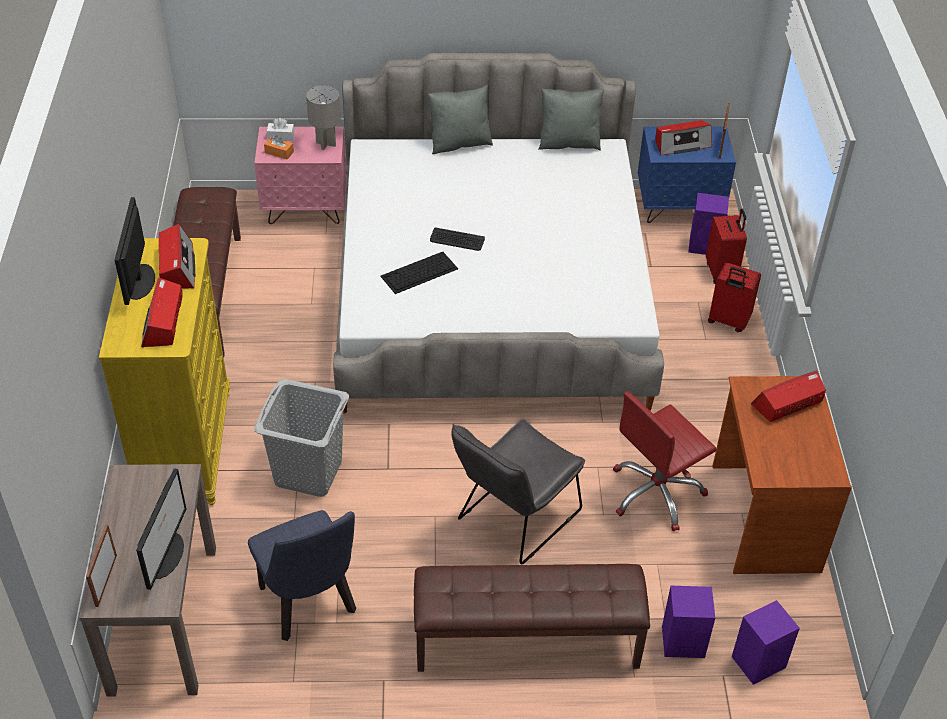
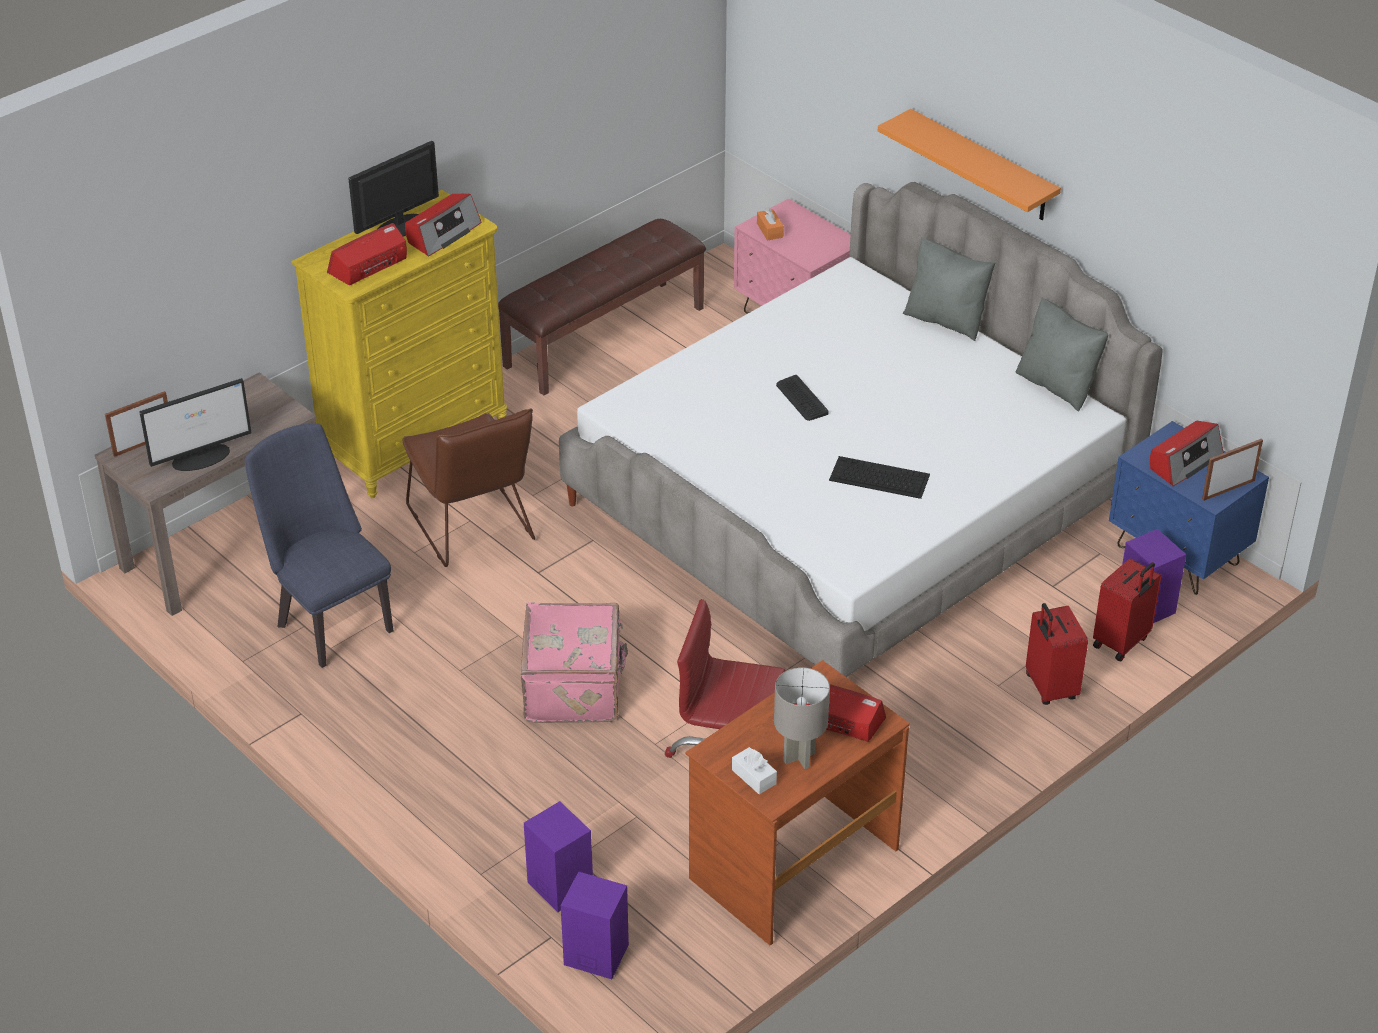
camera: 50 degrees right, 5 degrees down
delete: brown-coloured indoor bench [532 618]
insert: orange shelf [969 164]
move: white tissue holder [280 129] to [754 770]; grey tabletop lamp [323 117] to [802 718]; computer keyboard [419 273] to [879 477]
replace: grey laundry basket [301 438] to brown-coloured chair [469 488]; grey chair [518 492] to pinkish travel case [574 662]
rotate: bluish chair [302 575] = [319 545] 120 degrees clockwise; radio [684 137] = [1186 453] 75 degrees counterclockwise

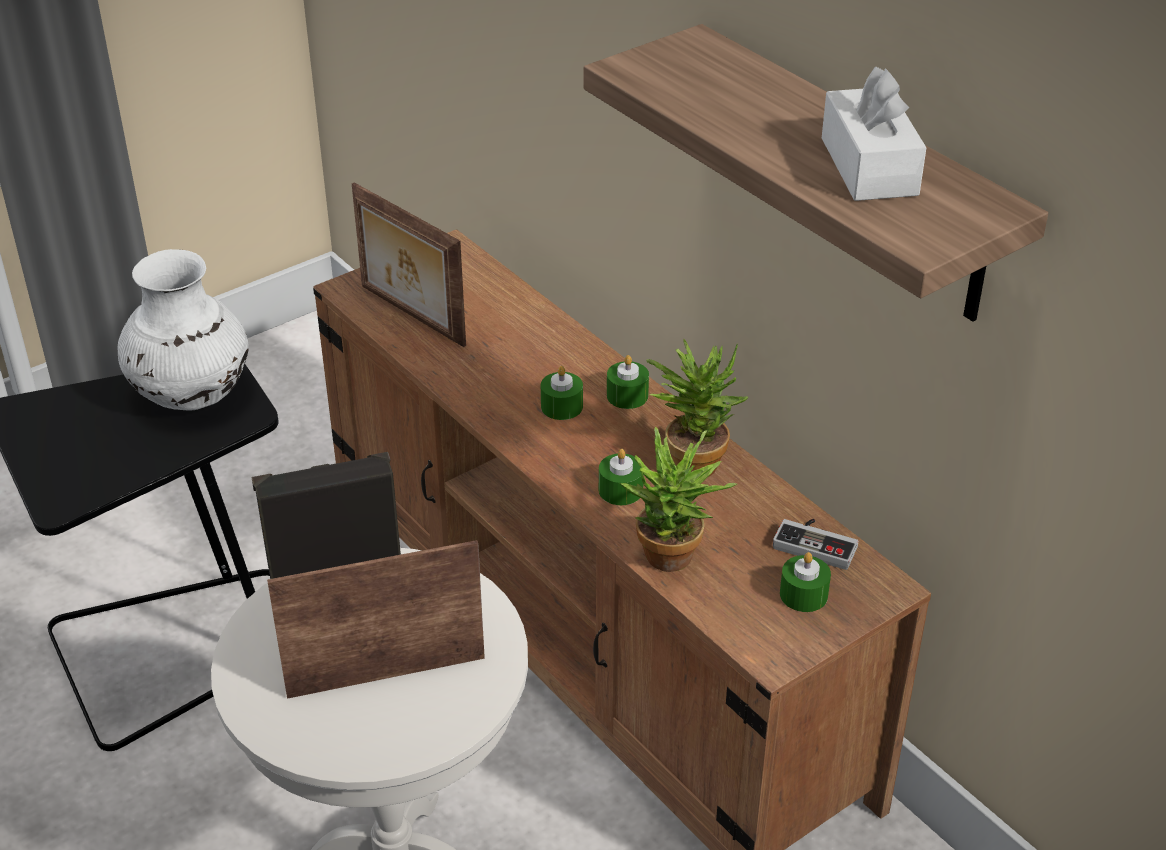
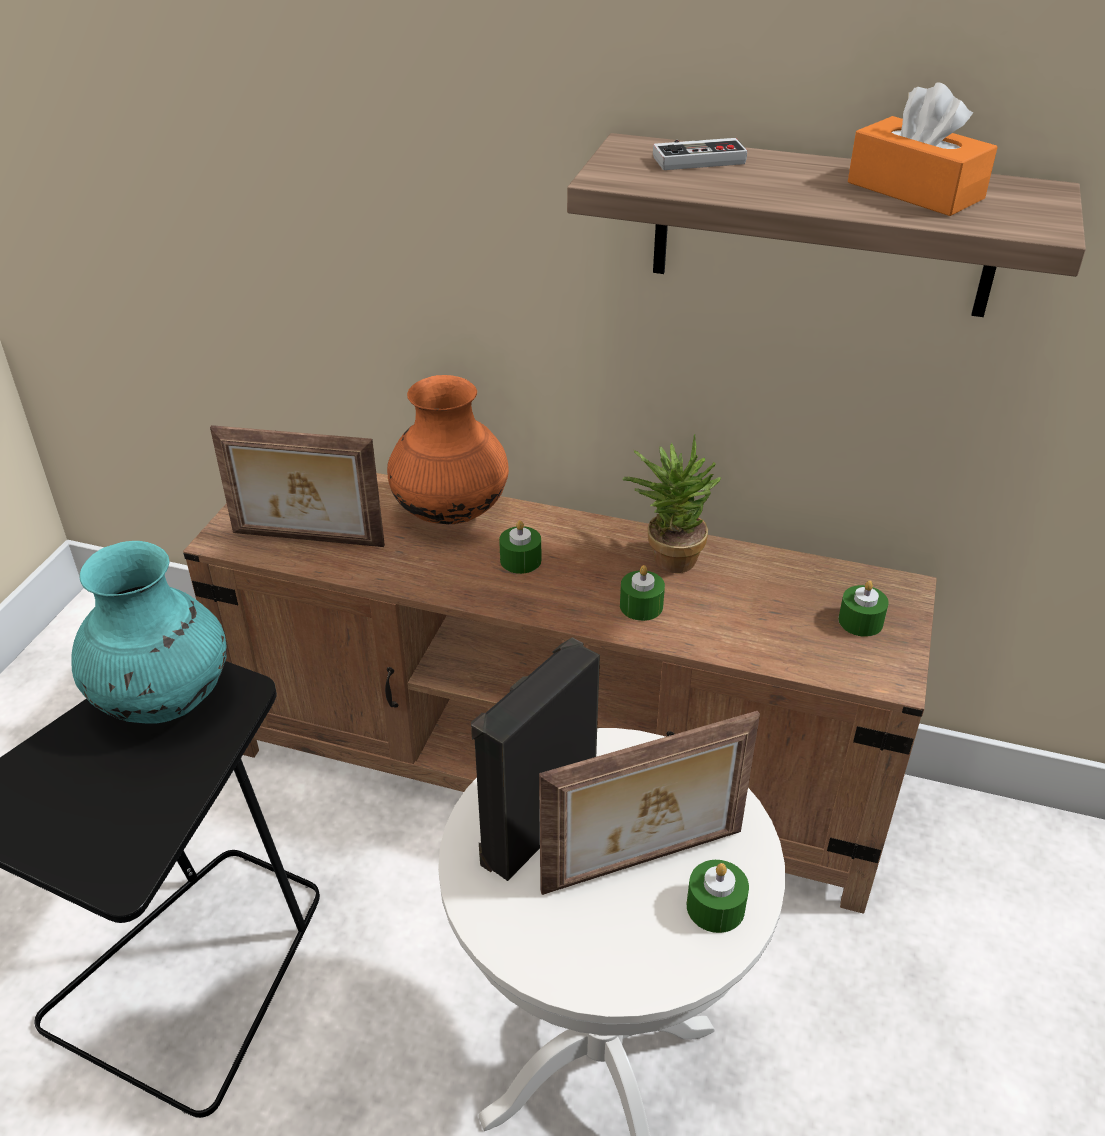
camera: 35 degrees left, 0 degrees up
delete: potted plant [678 499]
insert: orange flower vase [448 449]
move: green-coloured wax light [628 382] to [718 896]; gamepad [815 544] to [700 154]
recolor: white flower vase [183 329] to turquoise flower vase [149 632]; white tissue holder [874 134] to orange tissue holder [923 149]
rotate: photo frame [376 619] = [649 803] 150 degrees counterclockwise

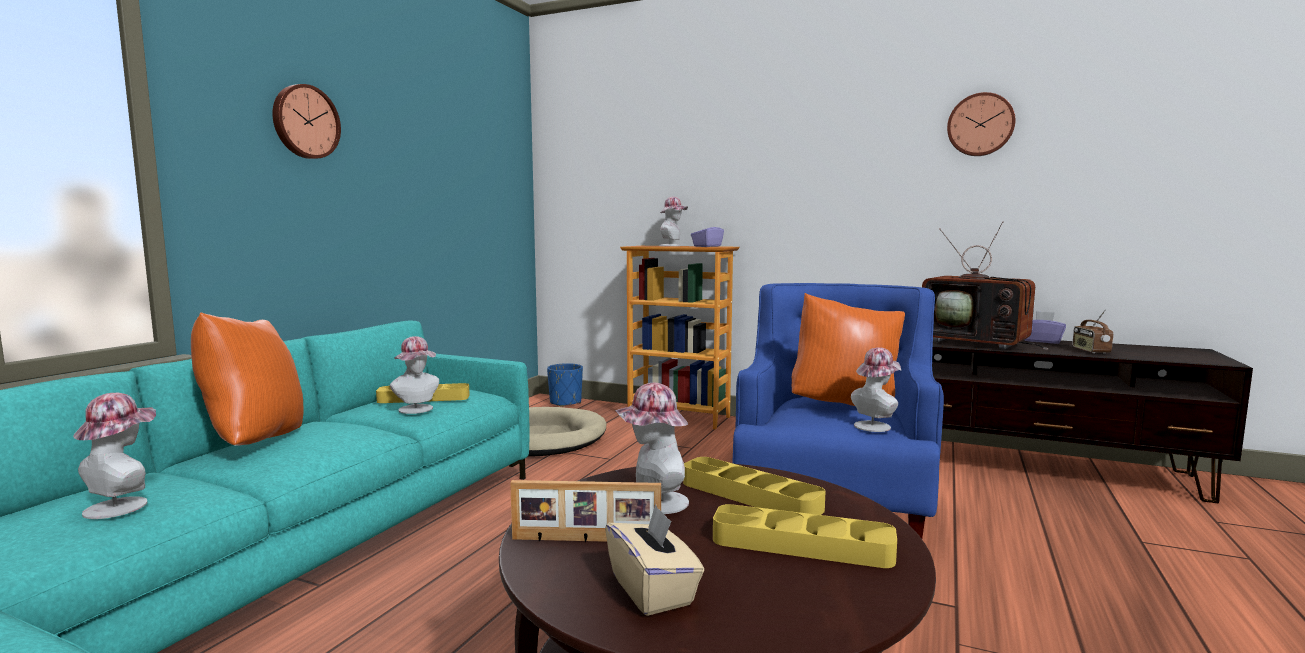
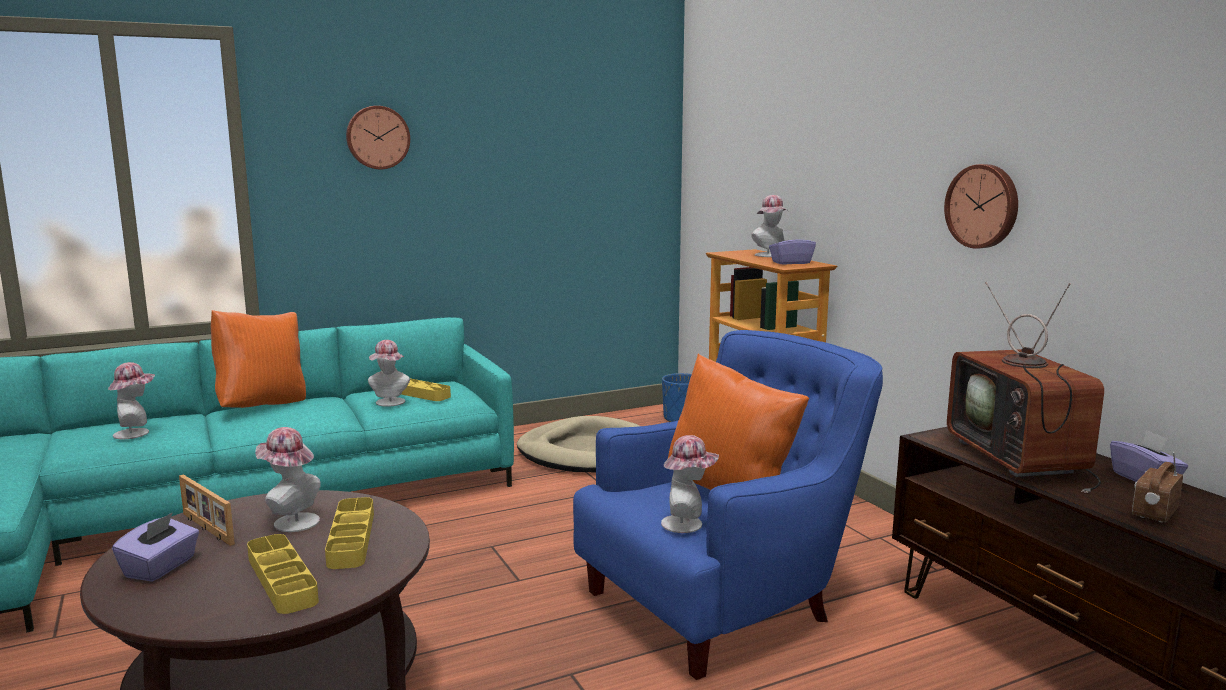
camera: 40 degrees right, 5 degrees up
move: hanging clock [981 124] to [981 206]
recolor: sand-coloured tissue holder [654 560] to purplish tissue holder [155 547]

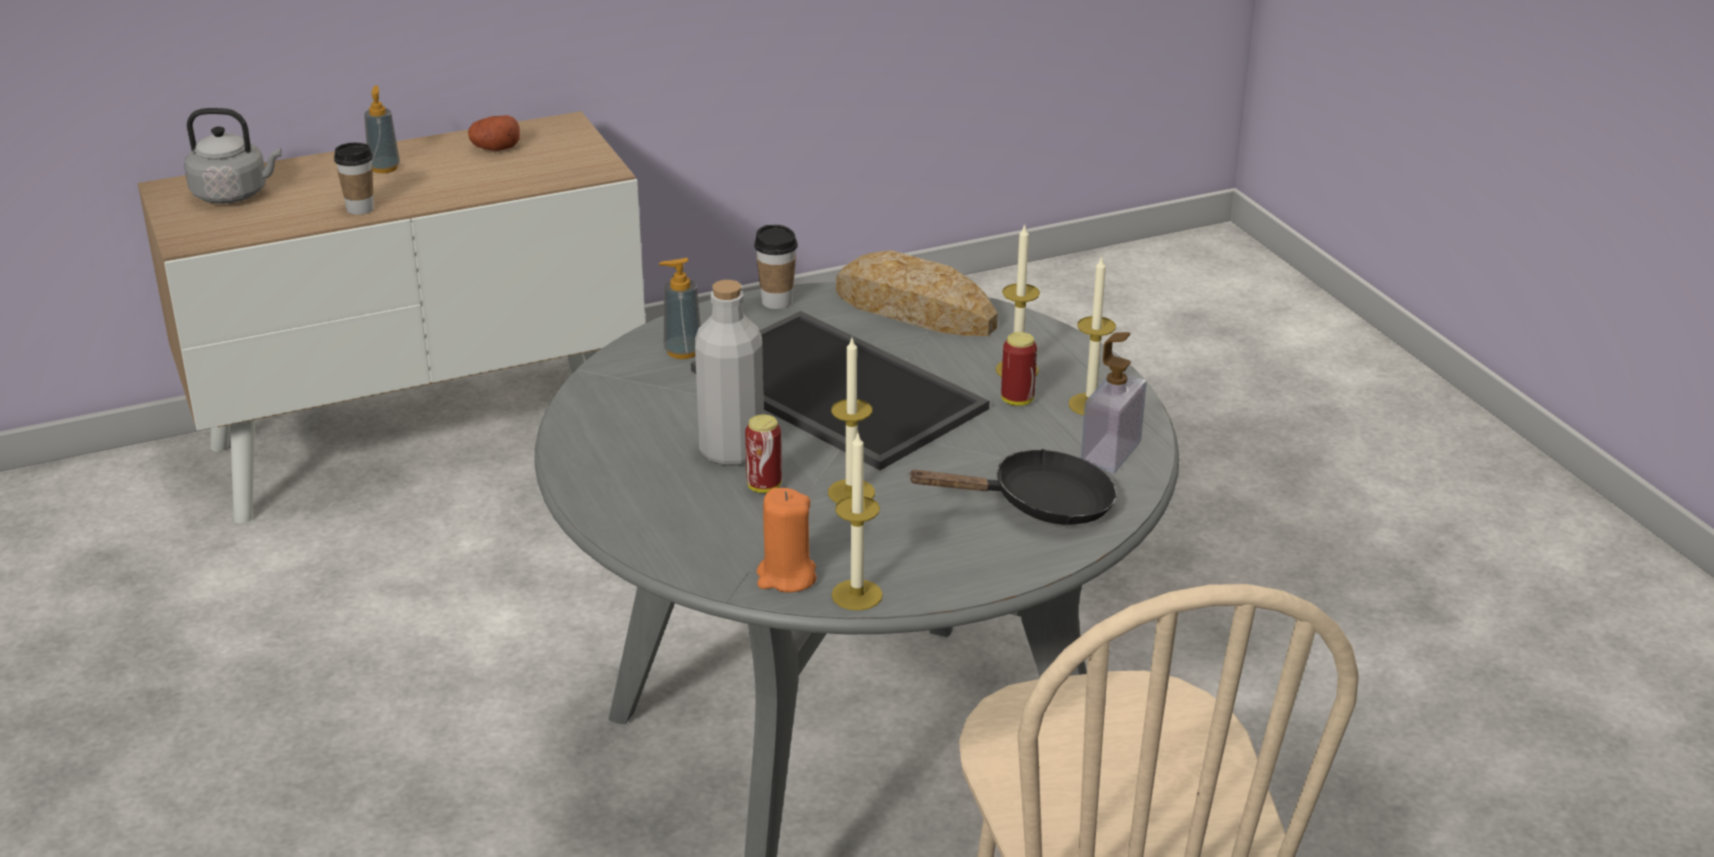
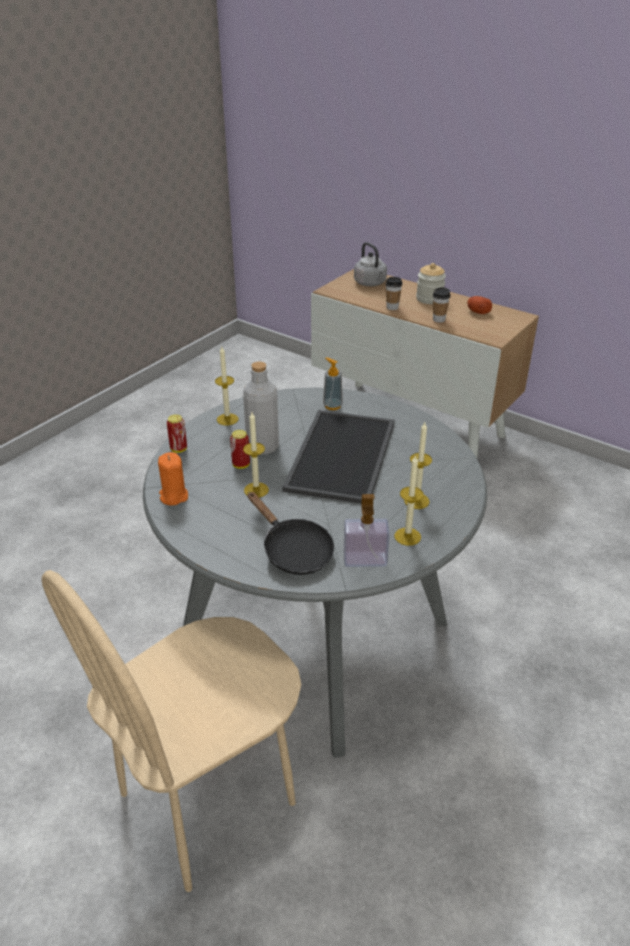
camera: 60 degrees right, 5 degrees up
delete: bread [917 293]
move: cup [776 267] to [441 305]; wax light [857 522] to [227 386]; metal can [1019 369] to [177 434]
replace: soap bottle [382 129] to preserve jar [431 283]

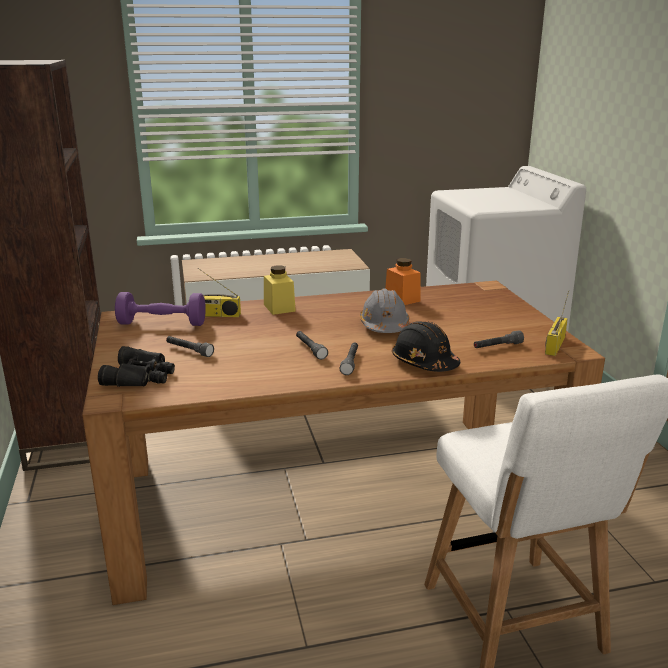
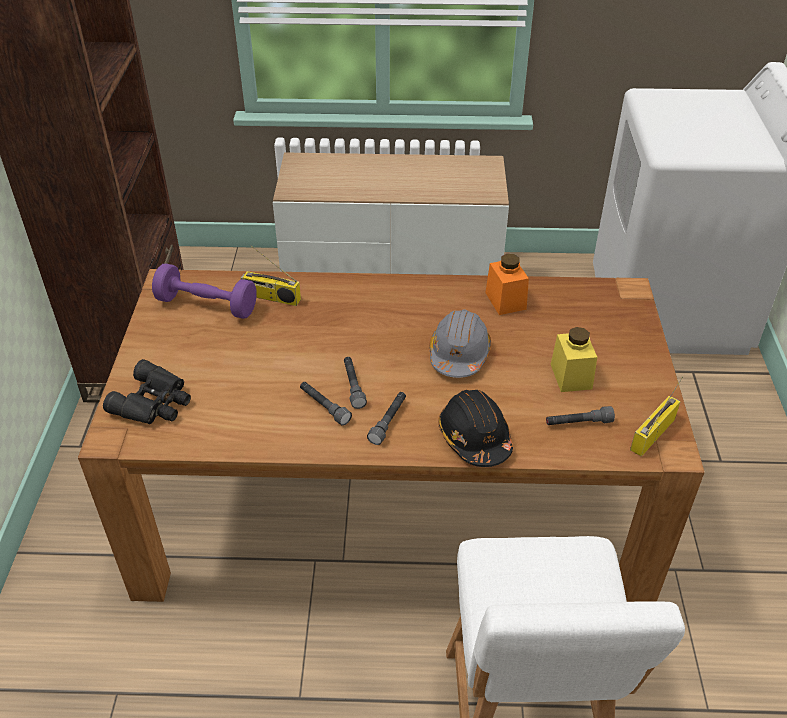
camera: 15 degrees right, 20 degrees up
move: grey torch [190 346] to [326 403]; yellow-coloured preserve jar [280 290] to [574 359]

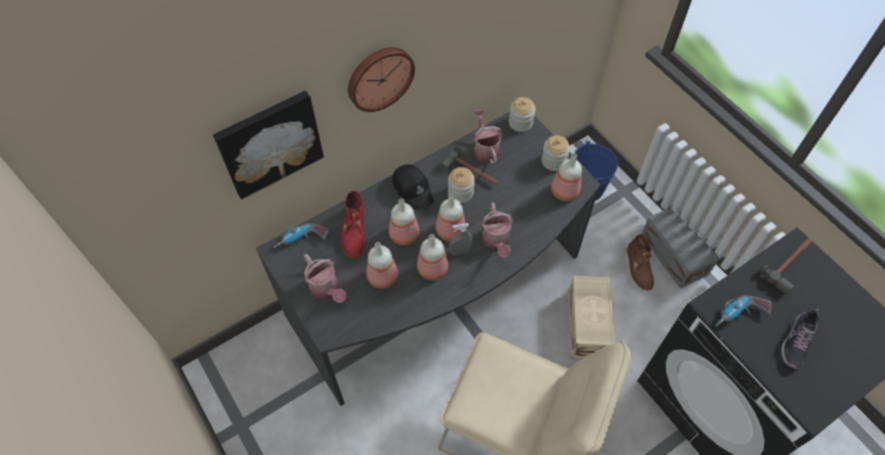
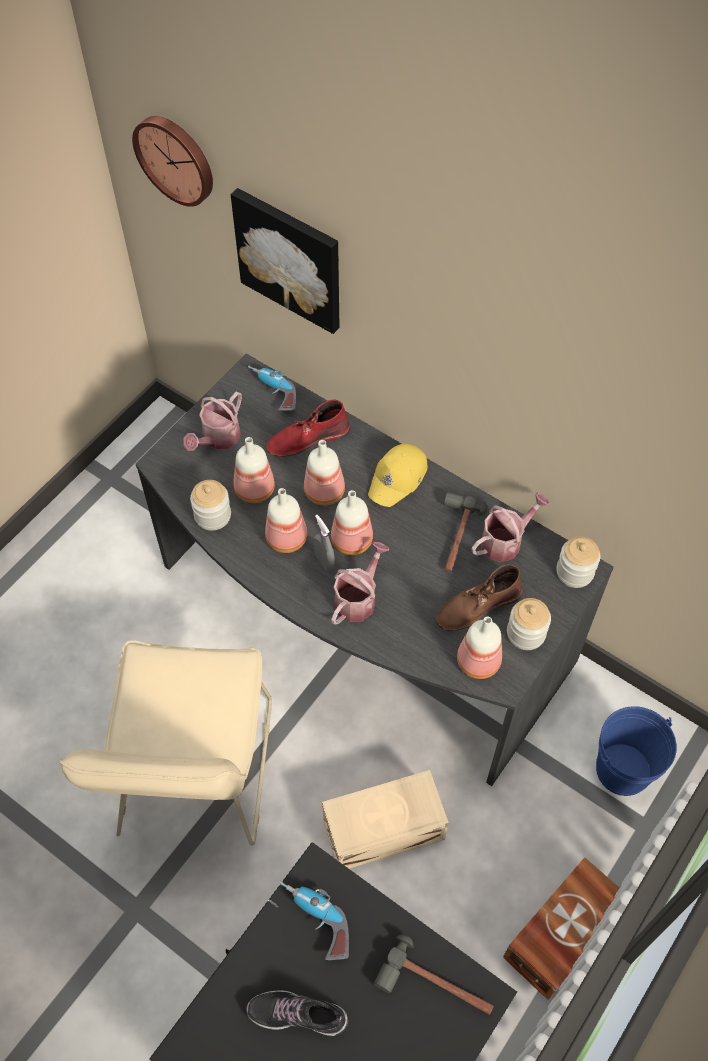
camera: 70 degrees right, 0 degrees up
move: hanging clock [381 79] to [172 161]; preserve jar [461 185] to [210 505]; brown-coloured high-top boot [640 262] to [479 597]
recolor: black-coloured peaked cap [413 187] to yellow-coloured peaked cap [397 475]; grey storage bin [680 248] to brown-coloured storage bin [561 928]
rotate: watering can [497 230] = [360 583] 150 degrees clockwise

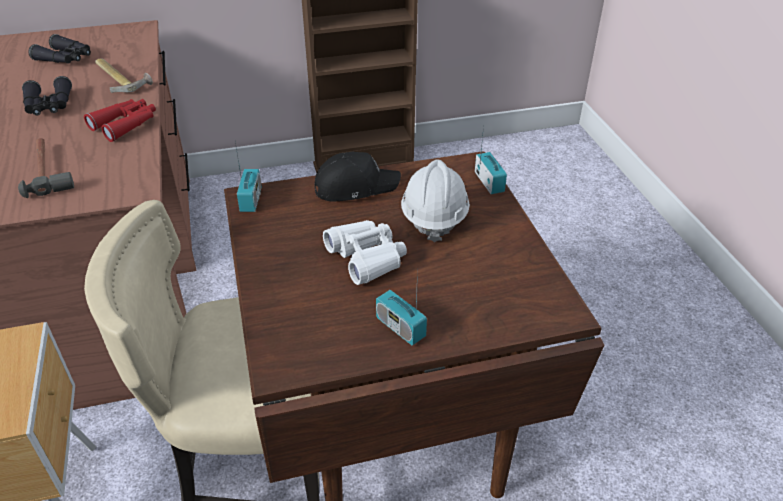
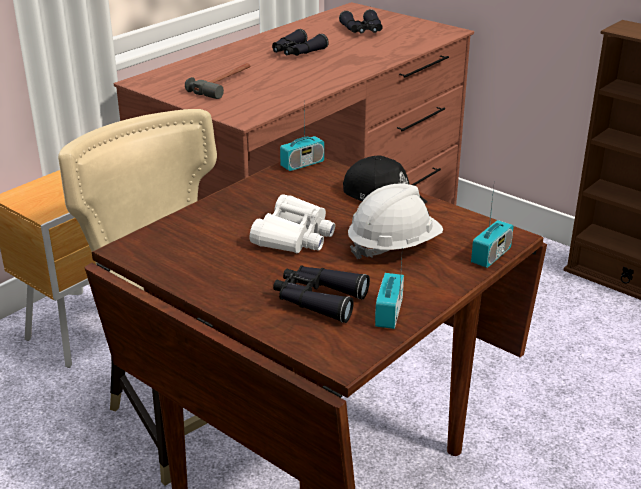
camera: 55 degrees right, 10 degrees down
delete: reddish field glasses [120 120]; hammer [124 75]
insert: black-coloured field glasses [321 294]
move: radio [401 307] to [389 288]

